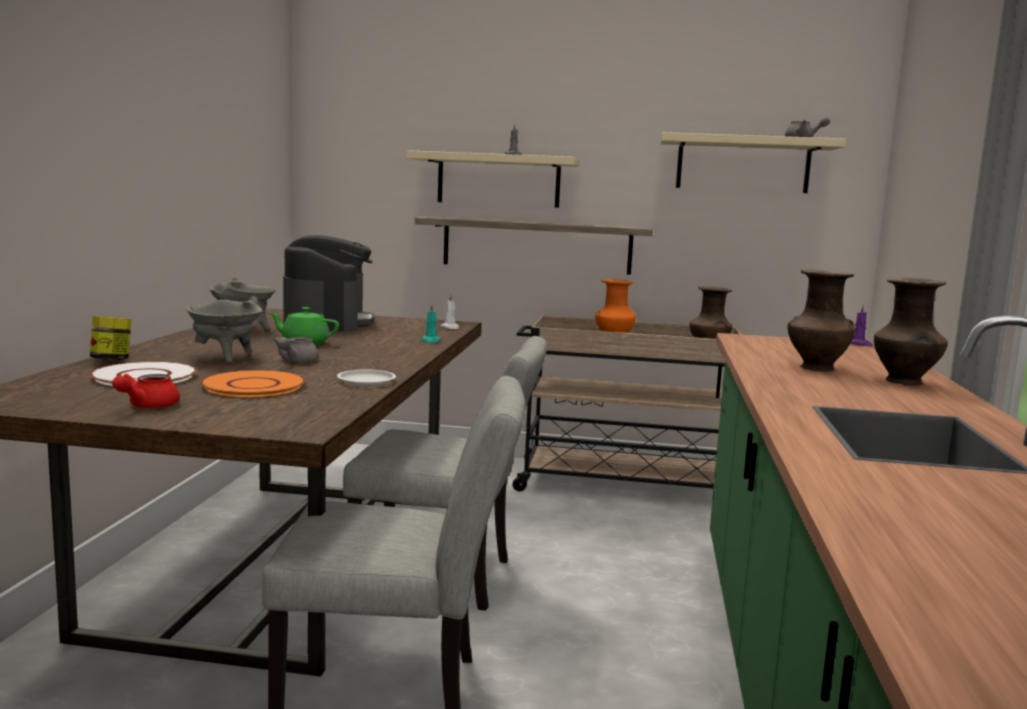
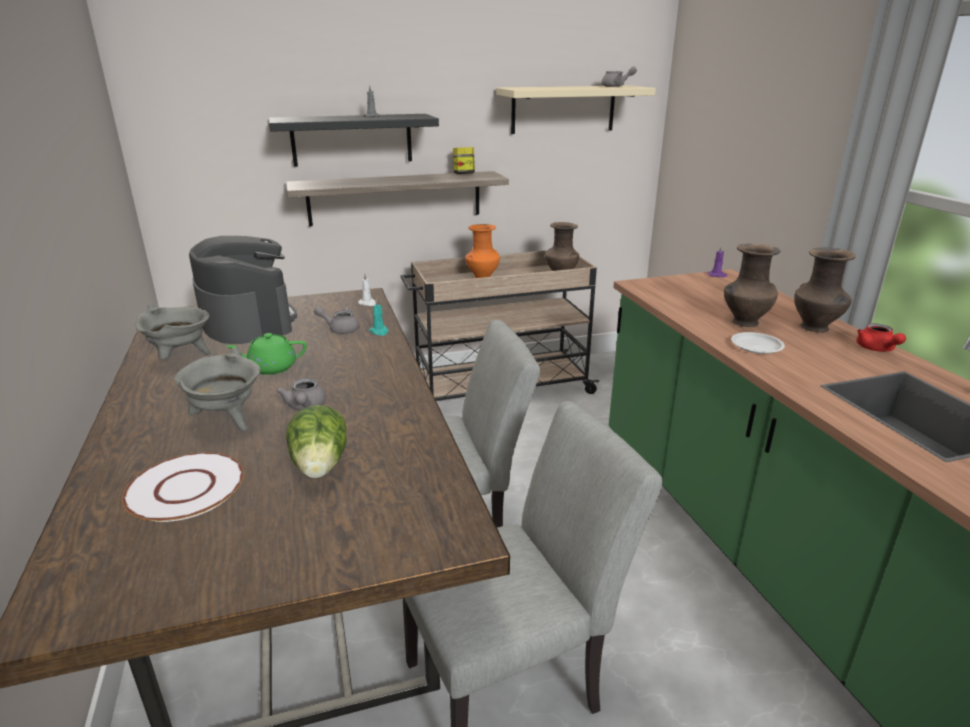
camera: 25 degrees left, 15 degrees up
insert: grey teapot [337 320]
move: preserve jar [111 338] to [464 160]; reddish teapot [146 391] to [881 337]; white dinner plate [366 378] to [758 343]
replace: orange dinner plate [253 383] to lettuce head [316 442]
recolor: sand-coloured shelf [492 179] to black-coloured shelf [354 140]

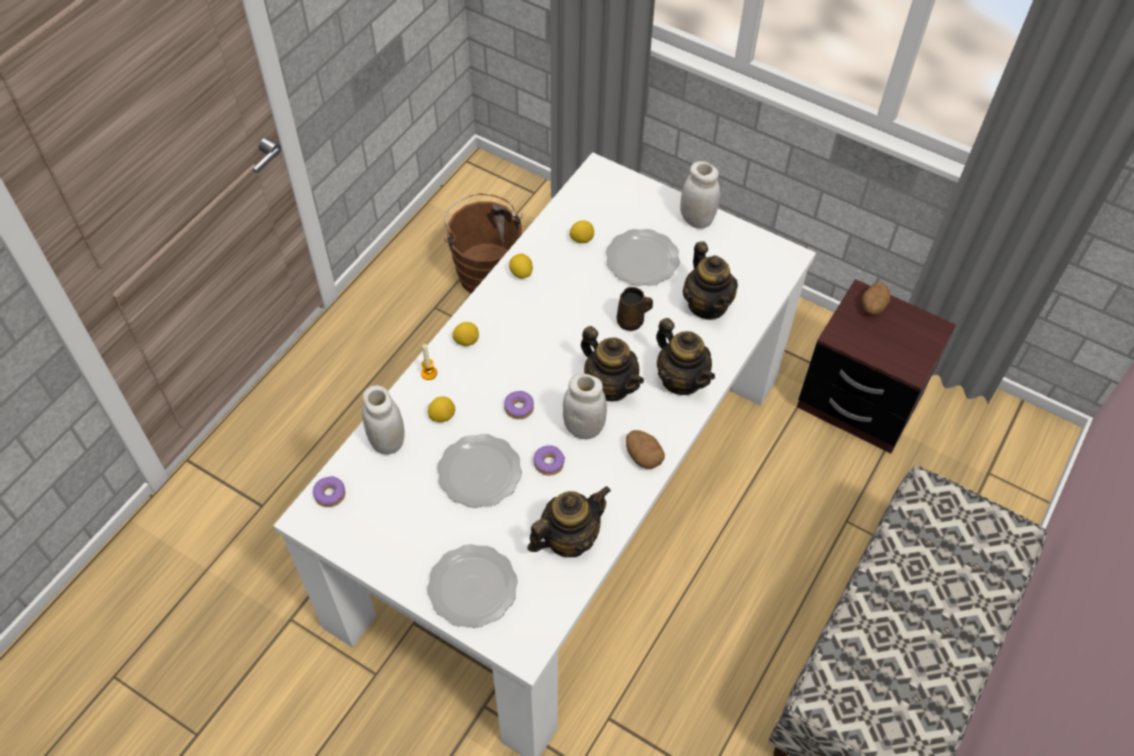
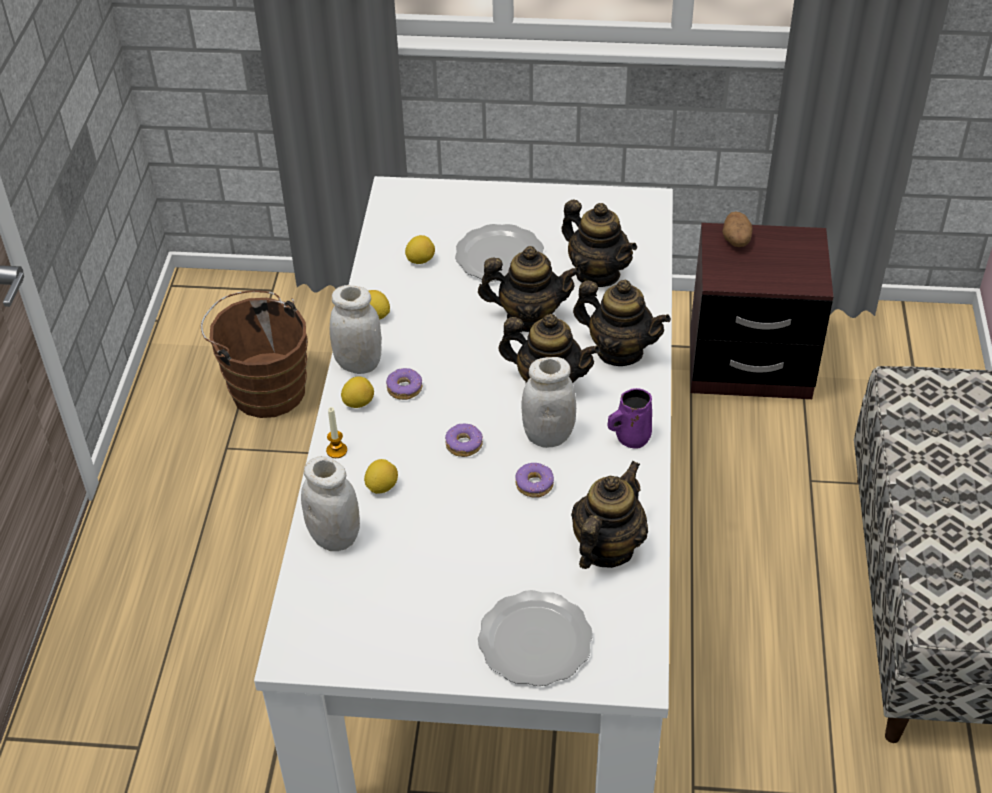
camera: 25 degrees left, 10 degrees down
delete: dinner plate [479 471]
move: donut [329 491] to [404 384]; white preserve jar [700 195] to [356 329]
replace: brown-coloured mug [635 309] to teapot [529 289]; potato [645 449] to purplish mug [629 418]

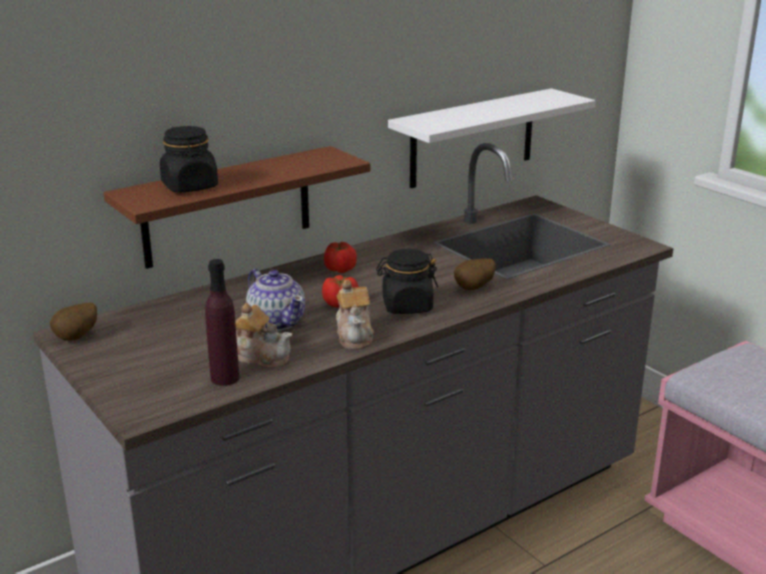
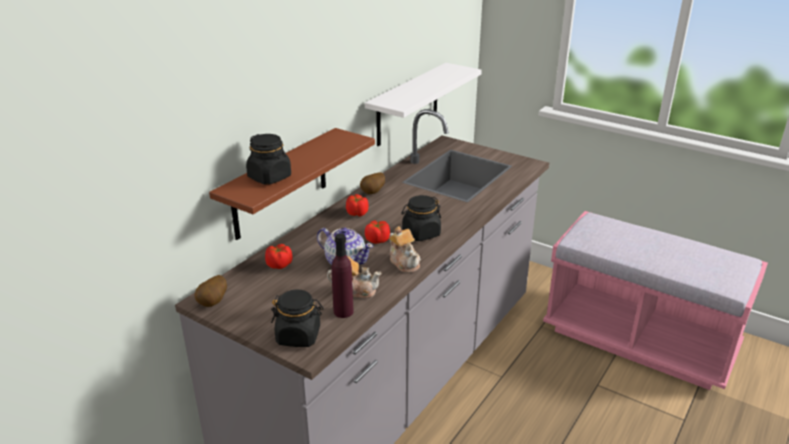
camera: 20 degrees left, 5 degrees up
insert: tomato [279 256]; black-coloured preserve jar [297 318]
move: potato [475 274] to [372 183]

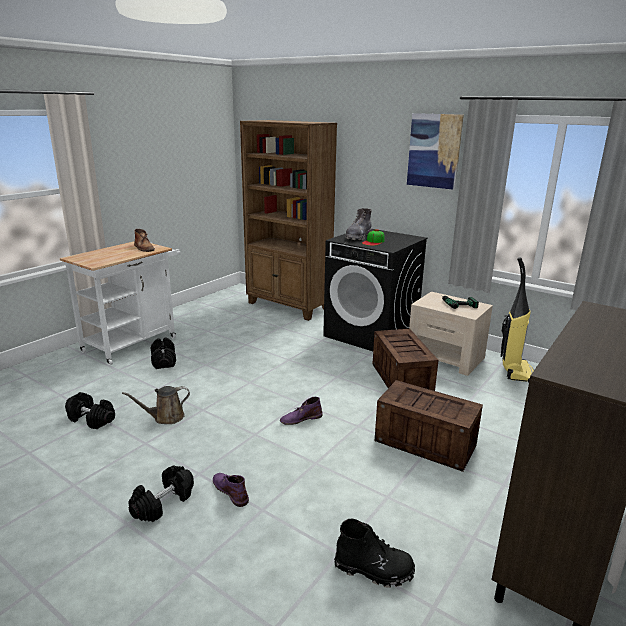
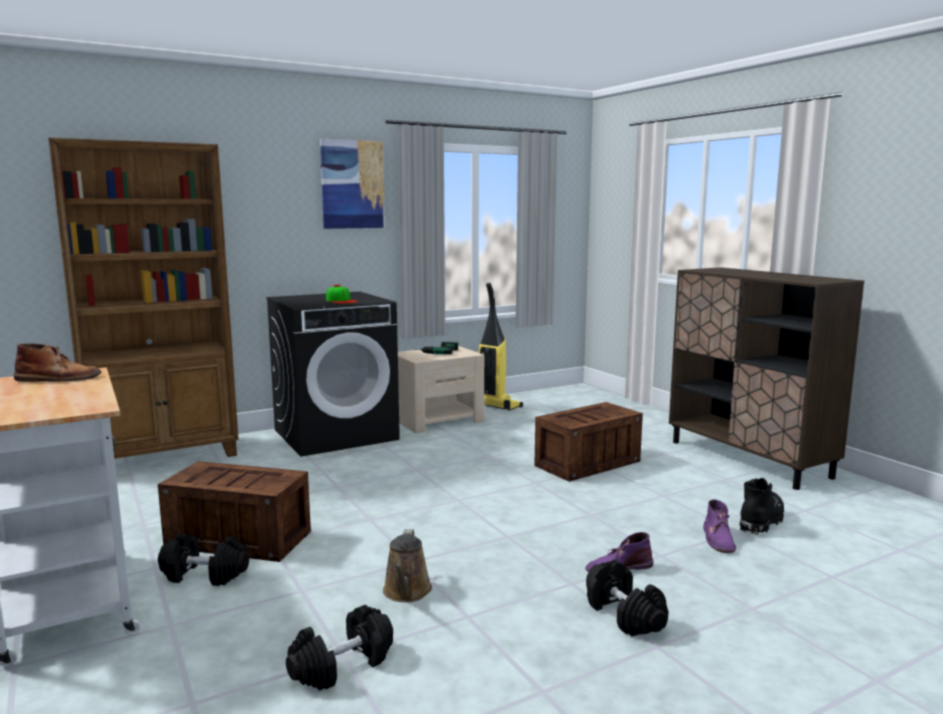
camera: 65 degrees left, 10 degrees down
delete: grey high-top boot [359 224]
move: purplish high-top boot [301 411] to [719 526]; shipping crate [406 360] to [234 511]

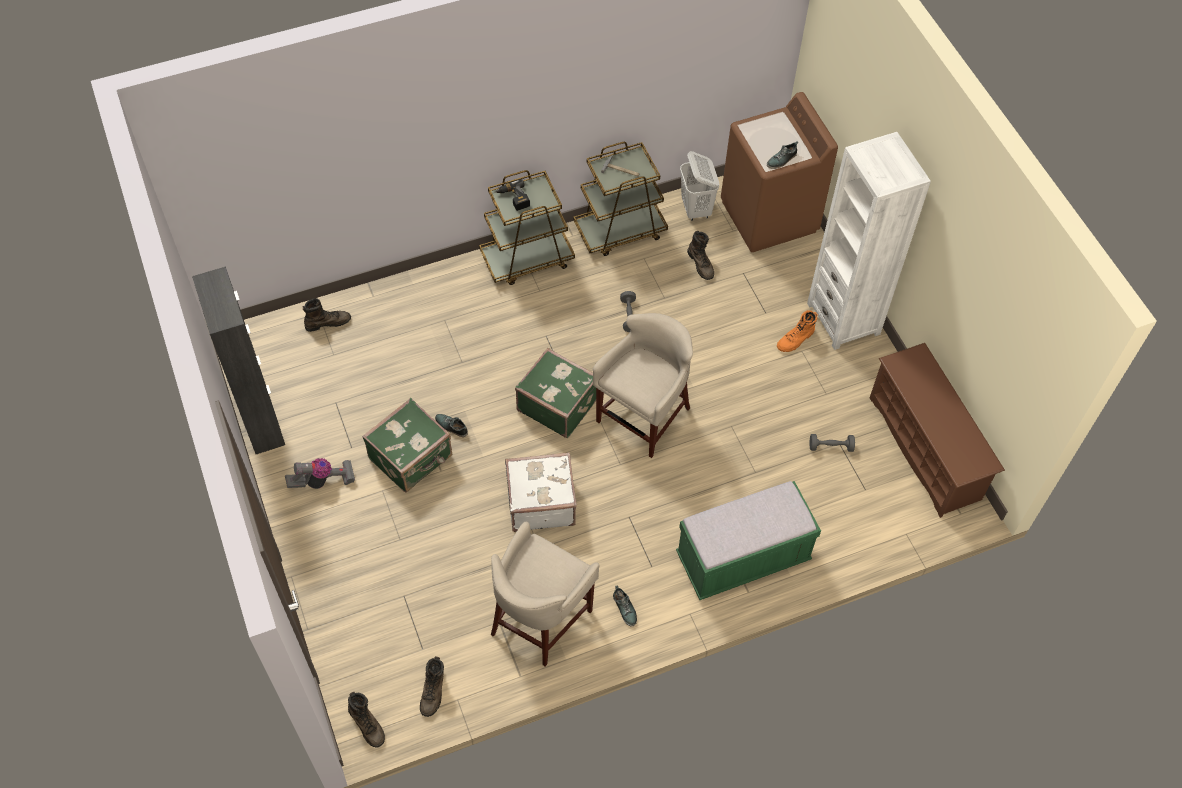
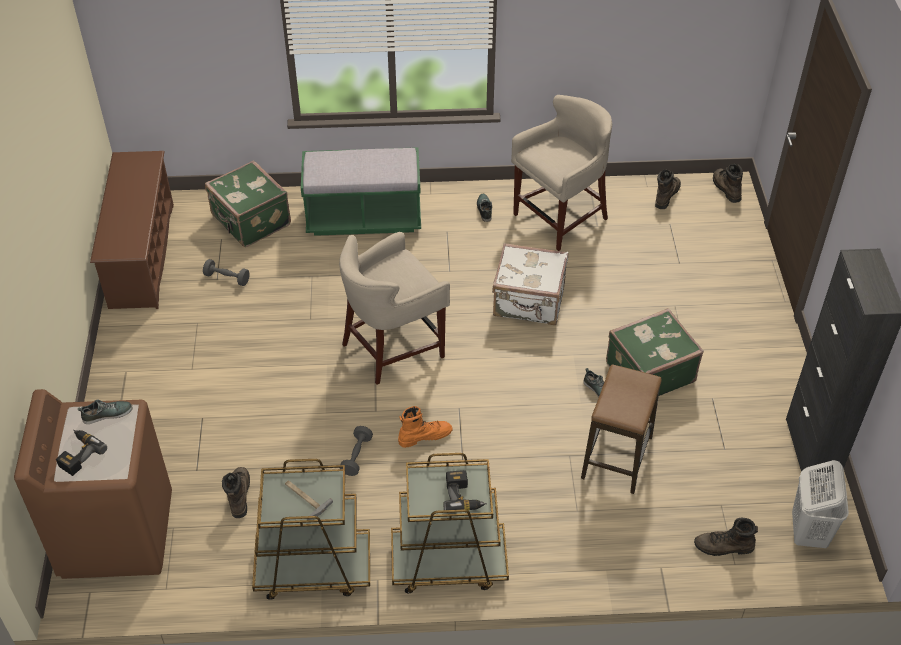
camera: 160 degrees left, 10 degrees down
delete: vacuum cleaner [320 473]; white bookshelf [869 241]
insert: power drill [81 453]; stool [621 429]
move: green-coloured travel case [555 393] to [248 203]; white laundry basket [699 186] to [820 504]; orange high-top boot [797 331] to [425 427]

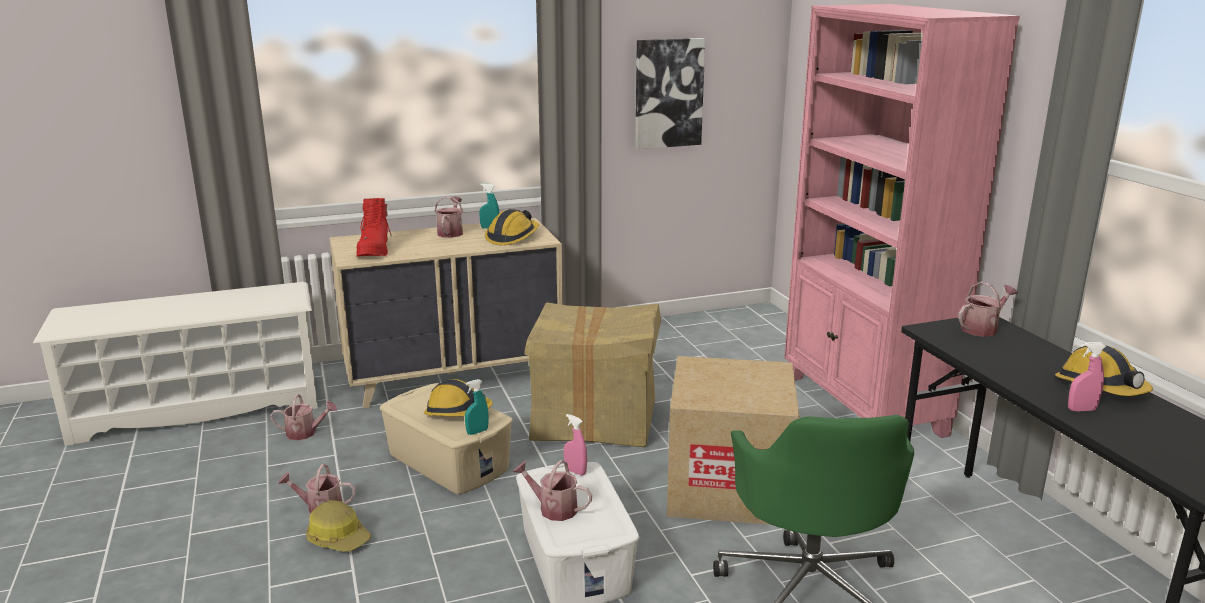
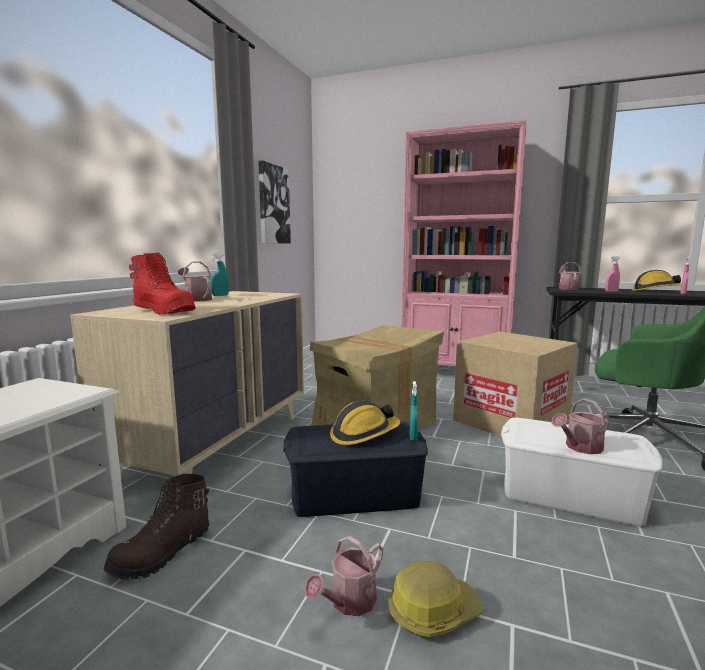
camera: 50 degrees left, 10 degrees down
delete: safety helmet [512 227]
move: pinkish spray bottle [575 445] to [612 274]
replace: watering can [303 417] to brown-coloured high-top boot [156 527]
recolor: sand-coloured storage bin [446 439] to bluish storage bin [355 469]

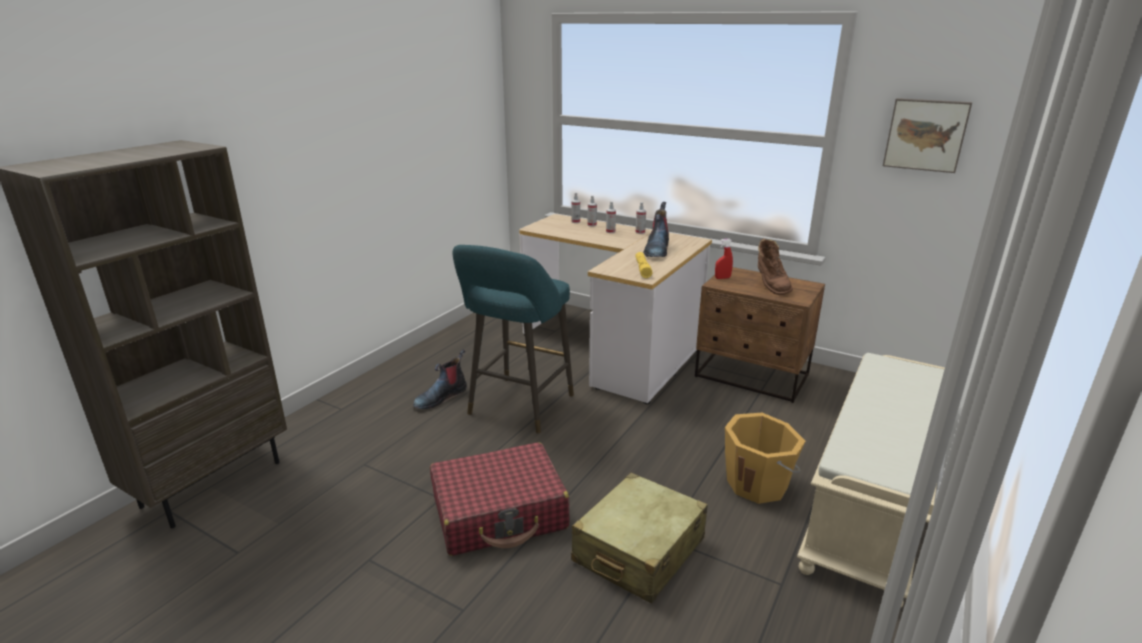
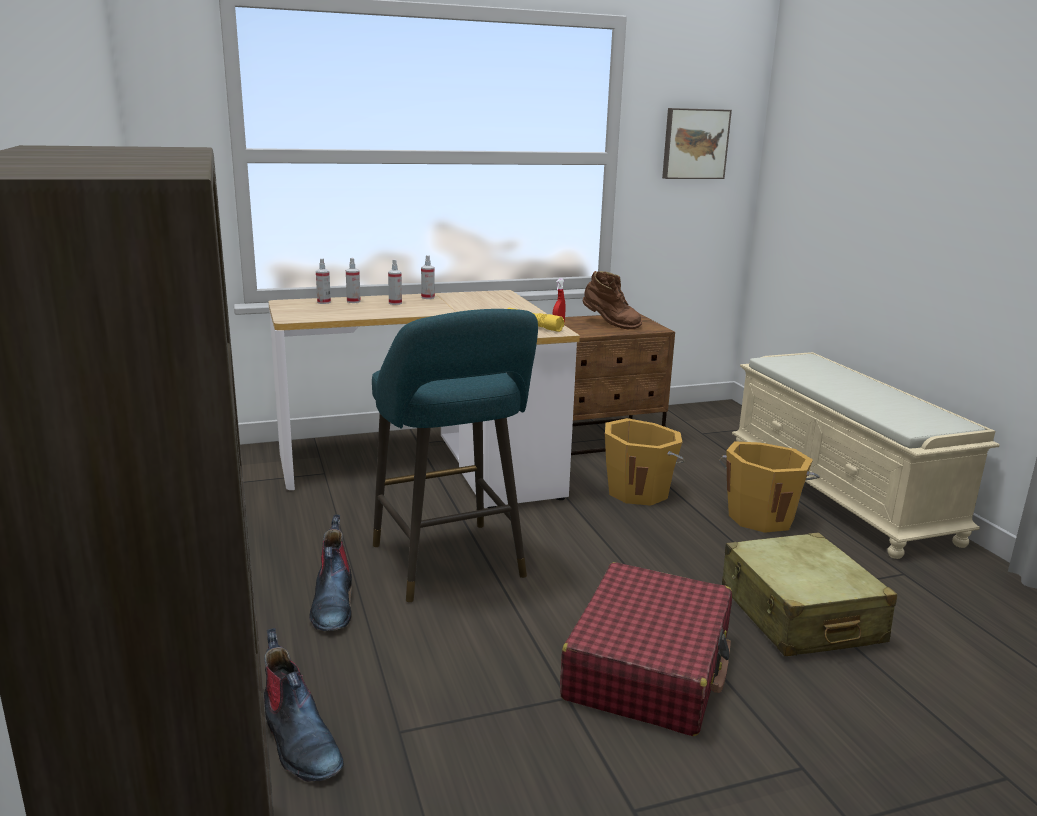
camera: 50 degrees left, 5 degrees down
insert: orange bucket [645 462]
move: high-top boot [656 229] to [304 705]

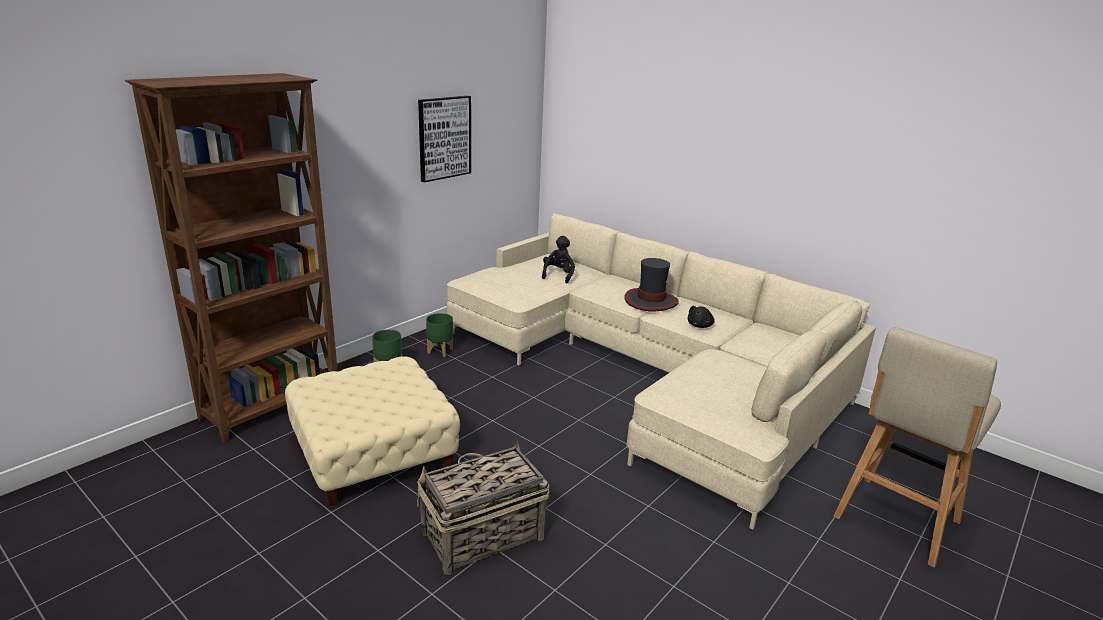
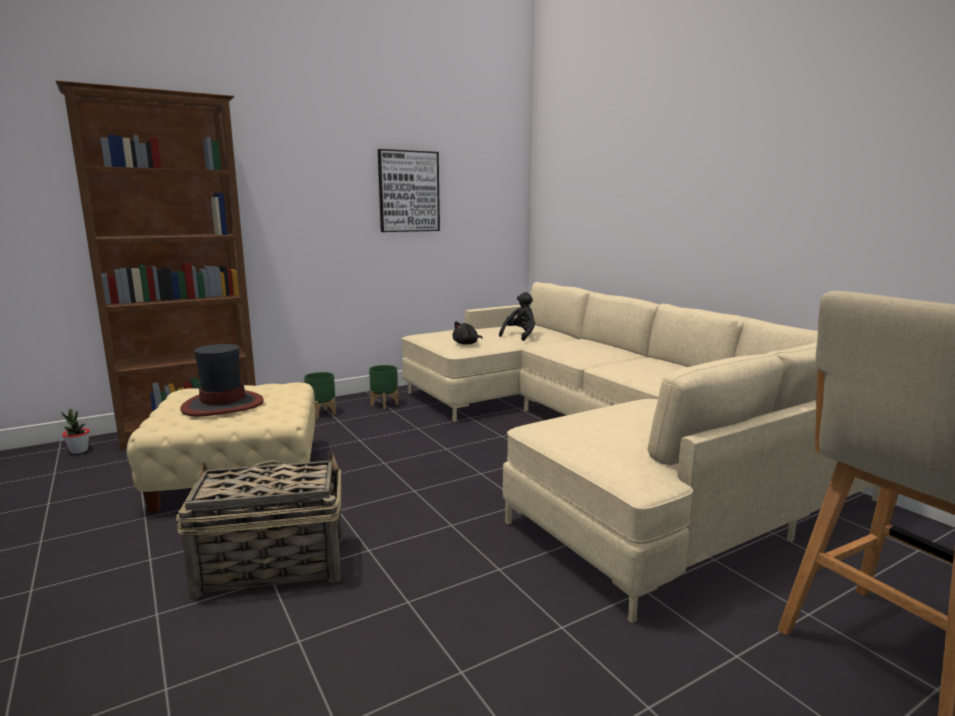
camera: 20 degrees right, 10 degrees down
insert: potted plant [75 431]
move: hat [651 284] to [222 380]; black-coloured cuddly toy [701 316] to [467 333]

